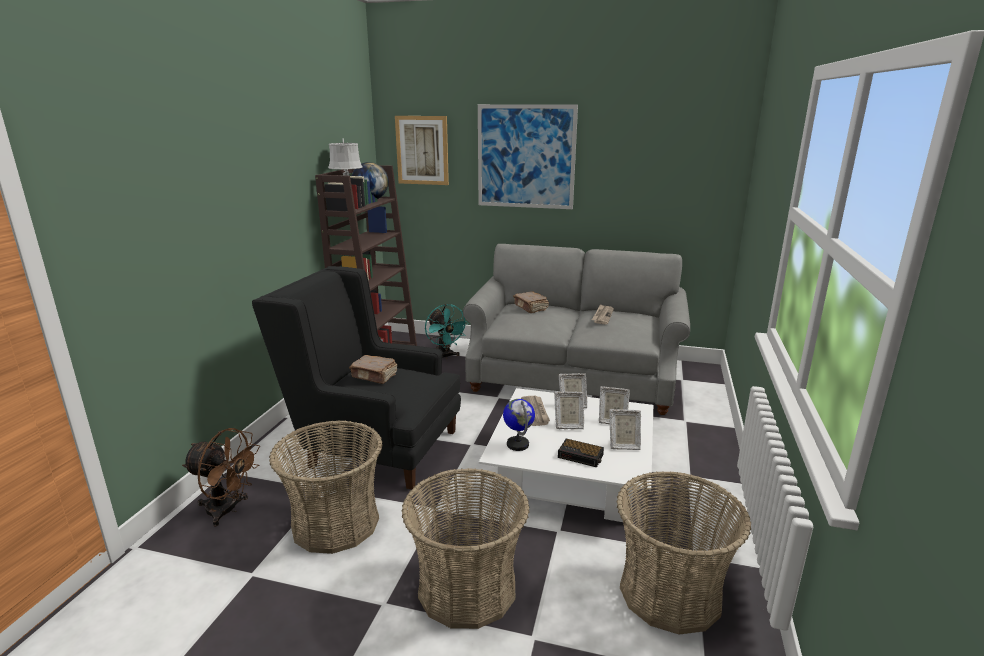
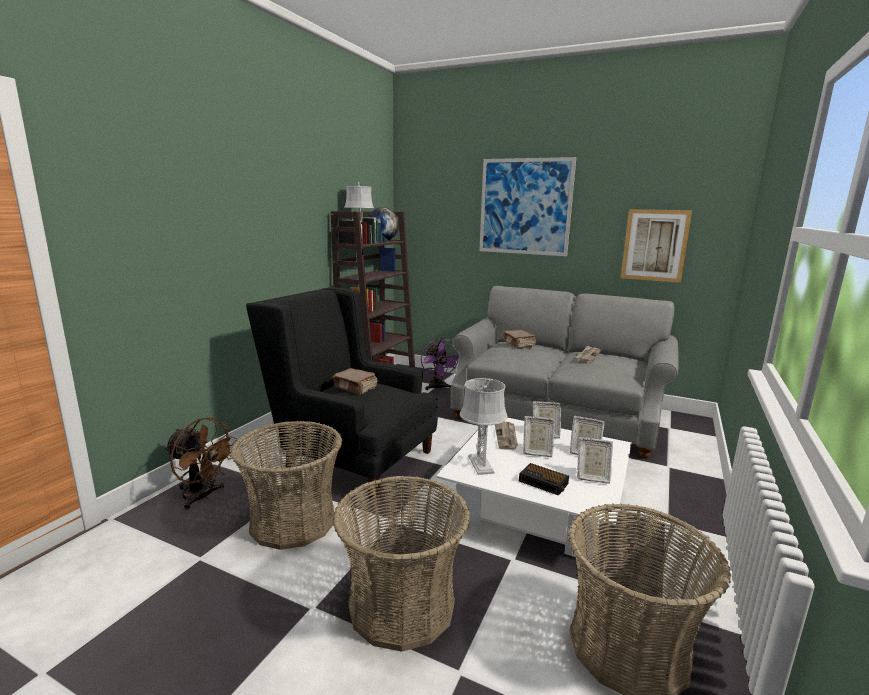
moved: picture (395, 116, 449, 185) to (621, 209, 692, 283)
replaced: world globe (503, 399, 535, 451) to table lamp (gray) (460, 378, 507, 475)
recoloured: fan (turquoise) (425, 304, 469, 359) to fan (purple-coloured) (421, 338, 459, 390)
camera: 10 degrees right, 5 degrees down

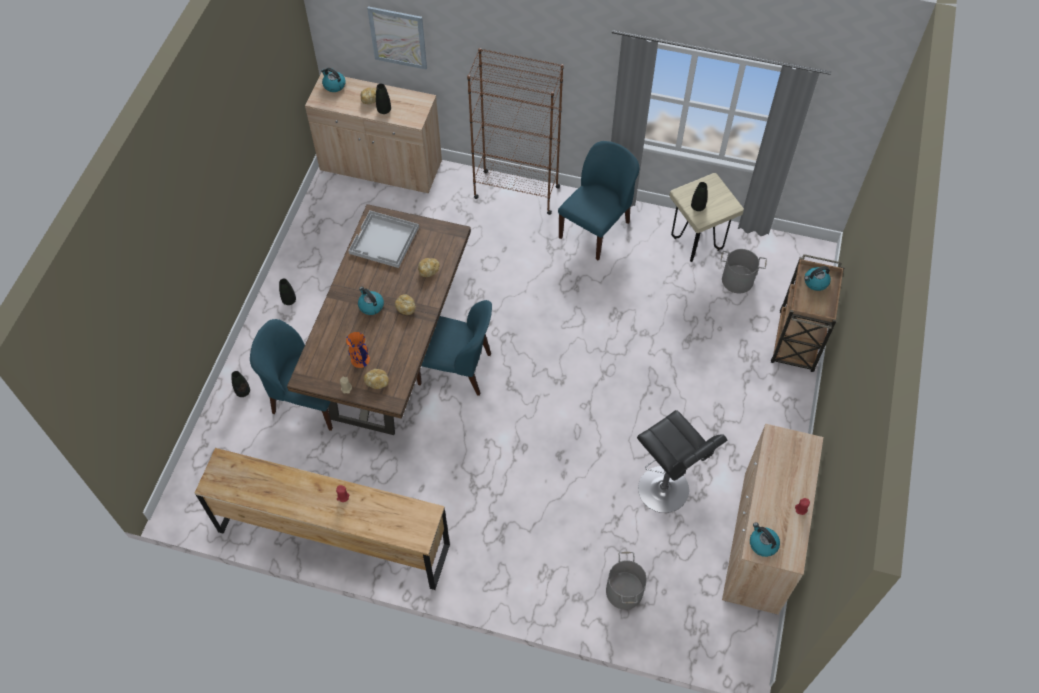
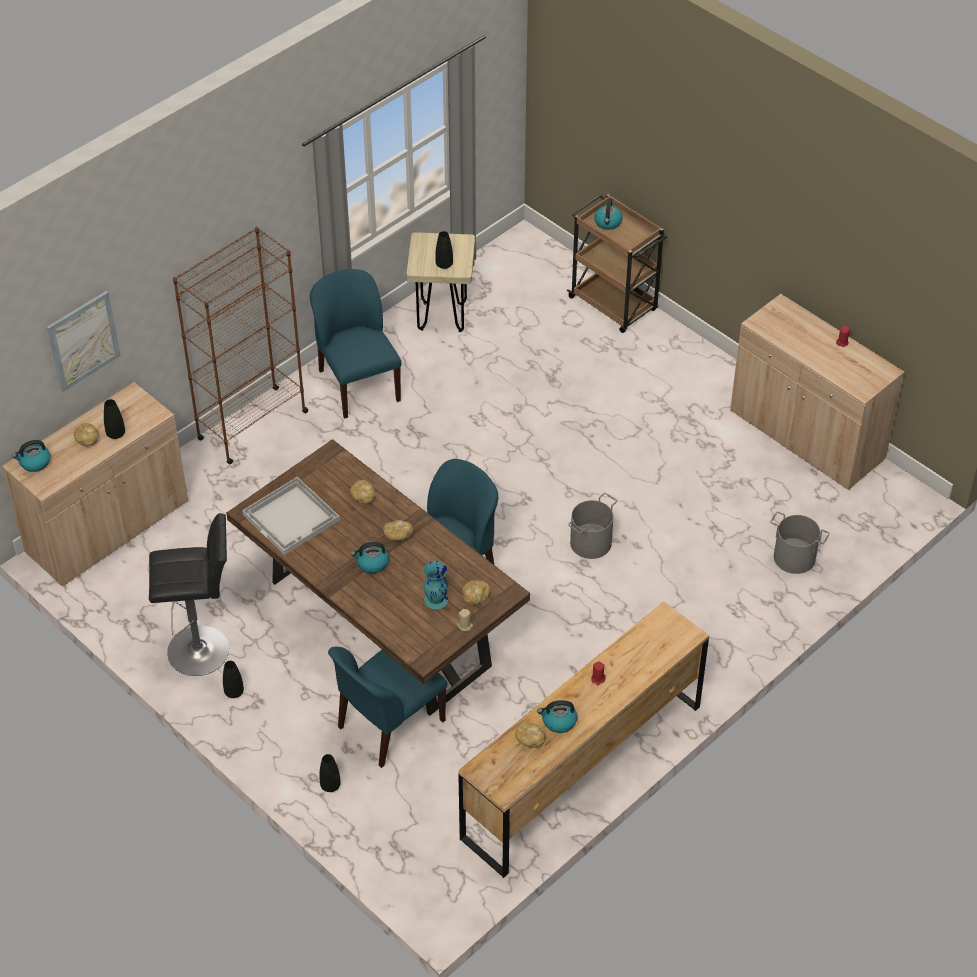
added: bakery bread (515, 721, 546, 748)
moved: sitting stool (blackish) (637, 410, 727, 513) to (149, 513, 229, 676); pail (gray) (721, 249, 767, 293) to (568, 493, 617, 559); water kettle (750, 522, 780, 557) to (537, 700, 577, 733)
recoloured: decorative vase (orange) (346, 332, 370, 368) to decorative vase (turquoise) (424, 561, 448, 609)
camera: 60 degrees left, 10 degrees down

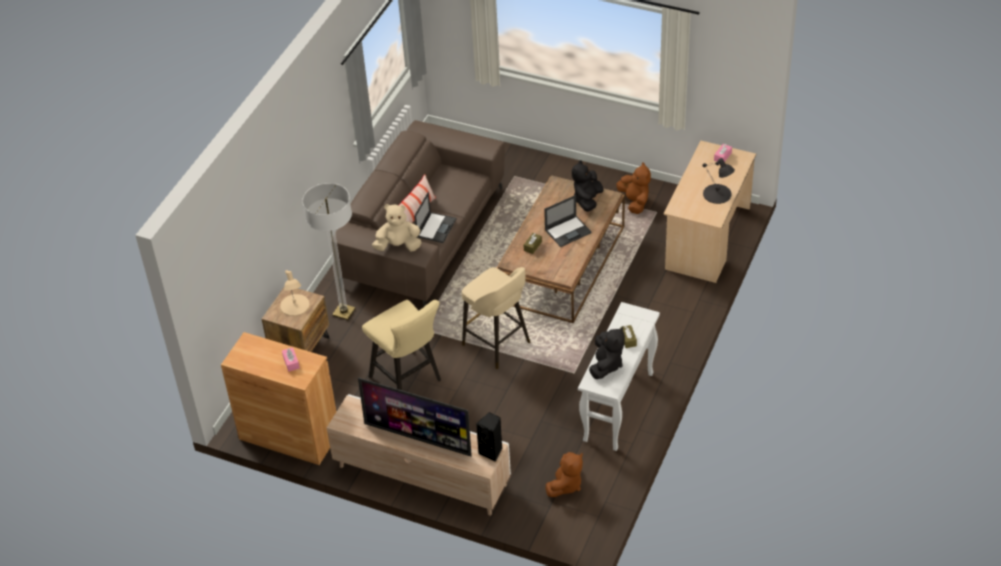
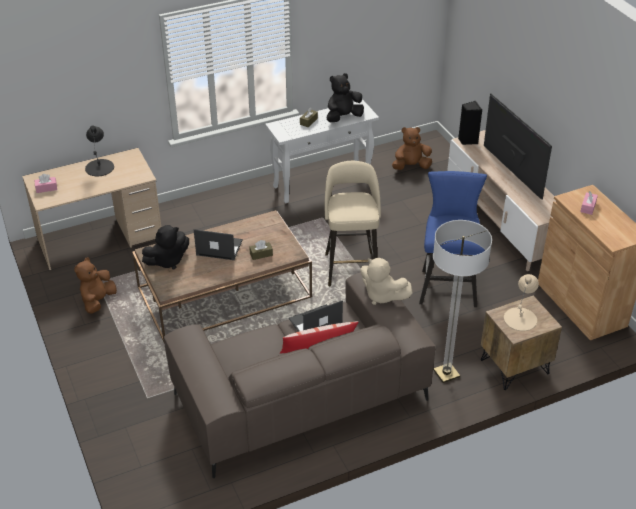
recoloured: sitting stool (beige) (362, 300, 441, 390) to sitting stool (blue-coloured) (419, 171, 487, 307)
camera: 140 degrees left, 5 degrees down

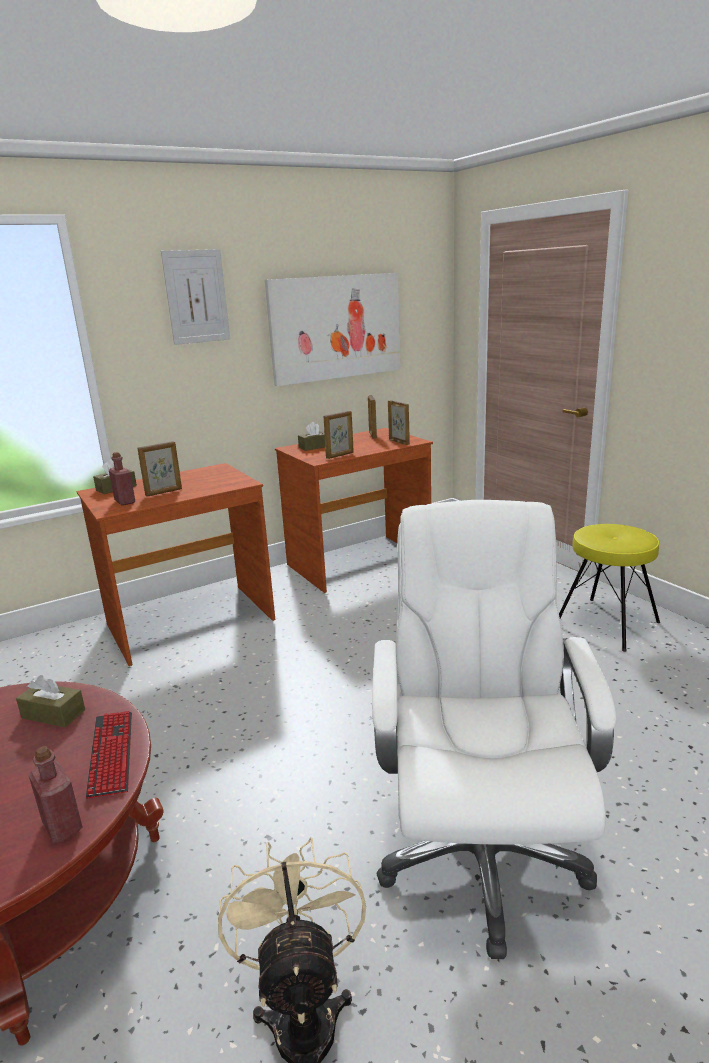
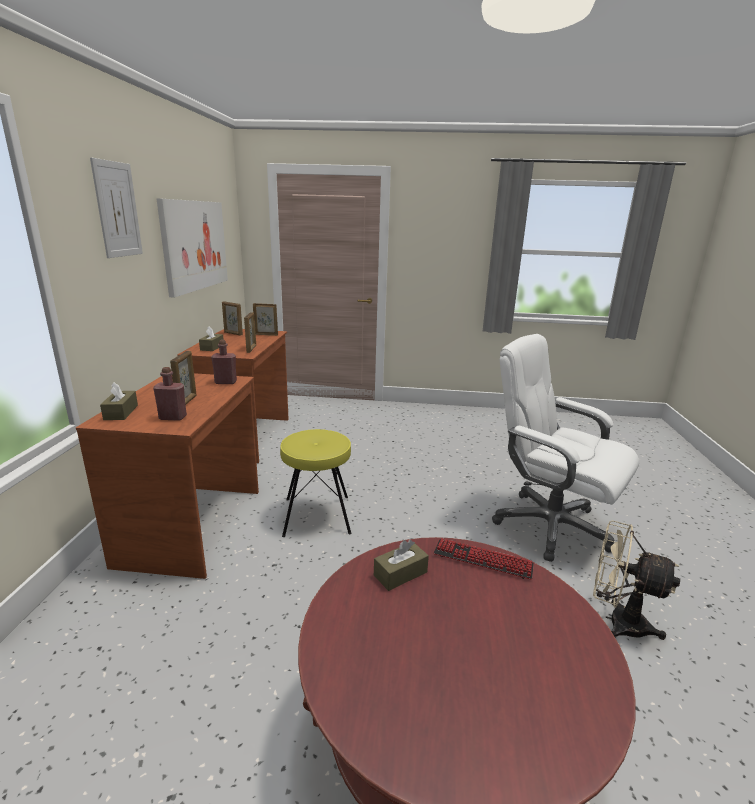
moved: beverage bottle (red) (29, 746, 83, 843) to (211, 340, 237, 384); sitting stool (yellow) (559, 524, 660, 652) to (280, 429, 351, 537)
camera: 55 degrees left, 0 degrees up

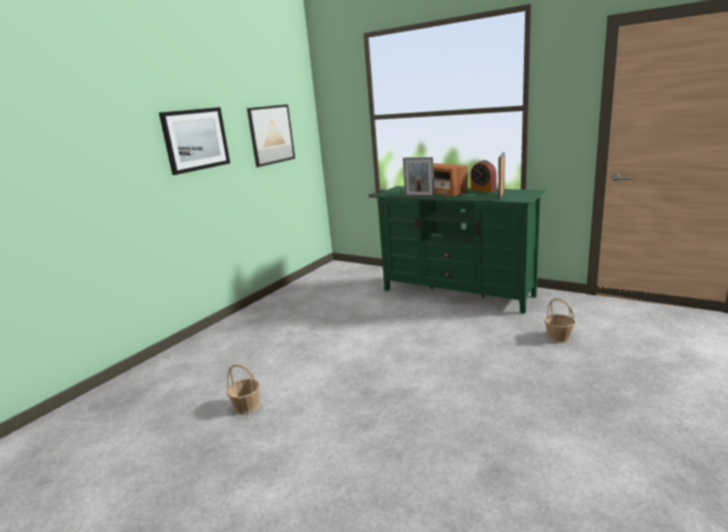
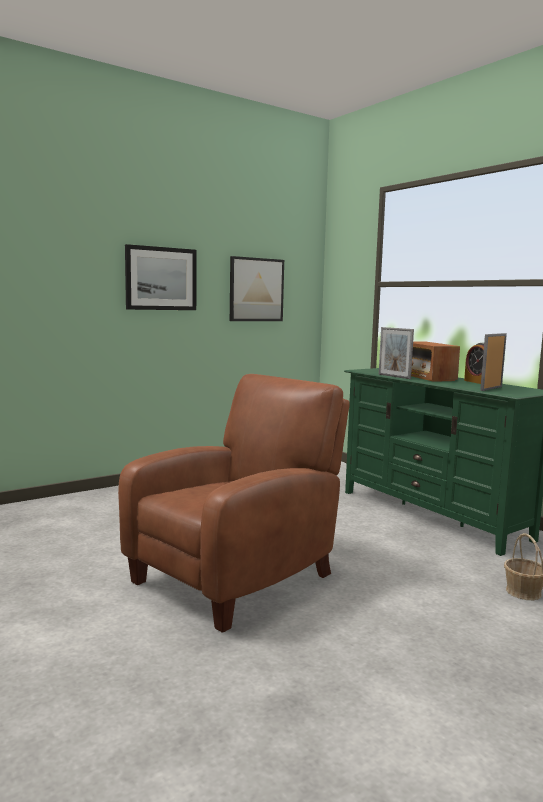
removed: basket (227, 364, 260, 415)
added: lounge chair (brown-coloured) (118, 374, 350, 633)
camera: 20 degrees right, 10 degrees down

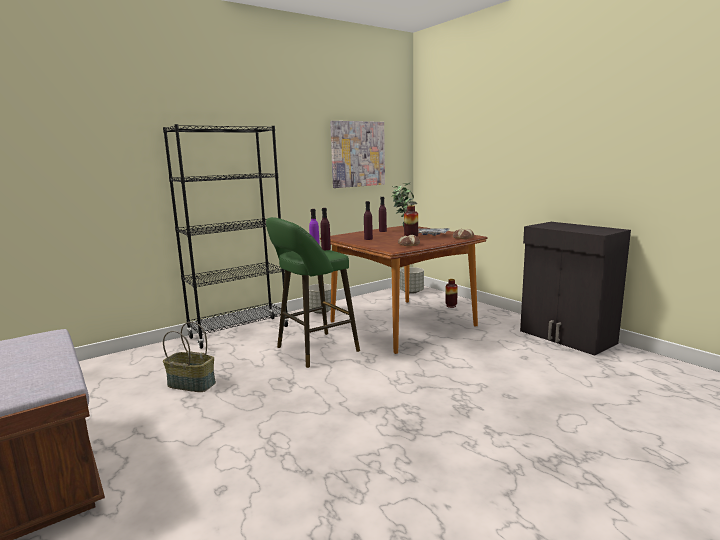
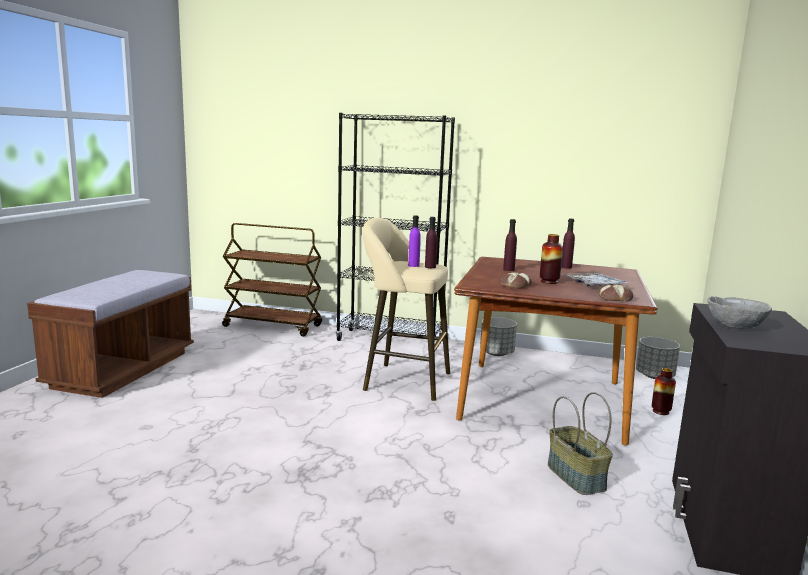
removed: picture (330, 121, 385, 188); houseplant (391, 183, 417, 227)
added: trolley (brown-coloured) (222, 223, 322, 336); serving bowl (gray) (708, 296, 772, 329)
moved: basket (163, 322, 216, 392) to (548, 392, 613, 495)
recoloured: sitting stool (greenish) (266, 217, 360, 368) to sitting stool (beige) (363, 218, 450, 401)
camera: 50 degrees right, 0 degrees up

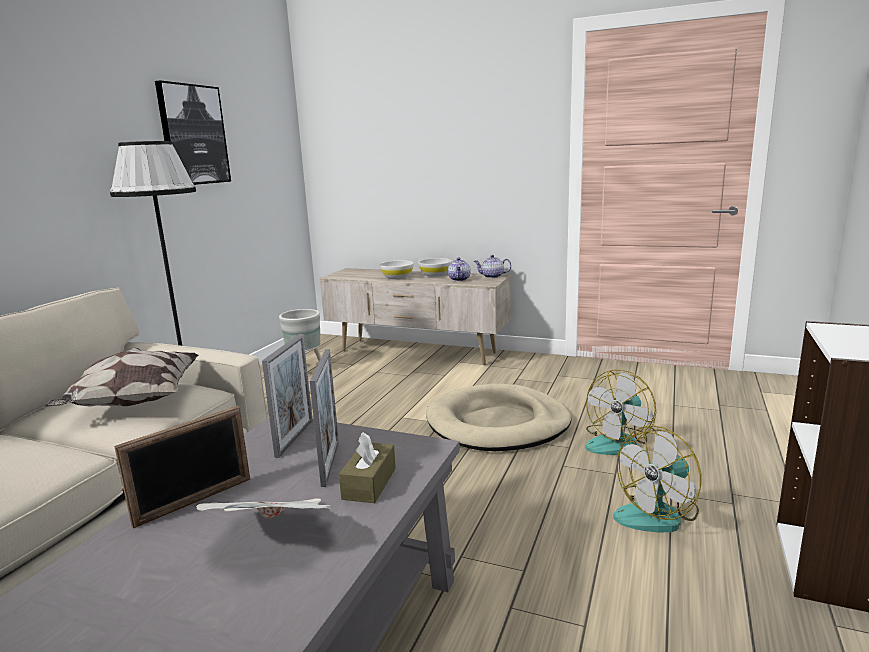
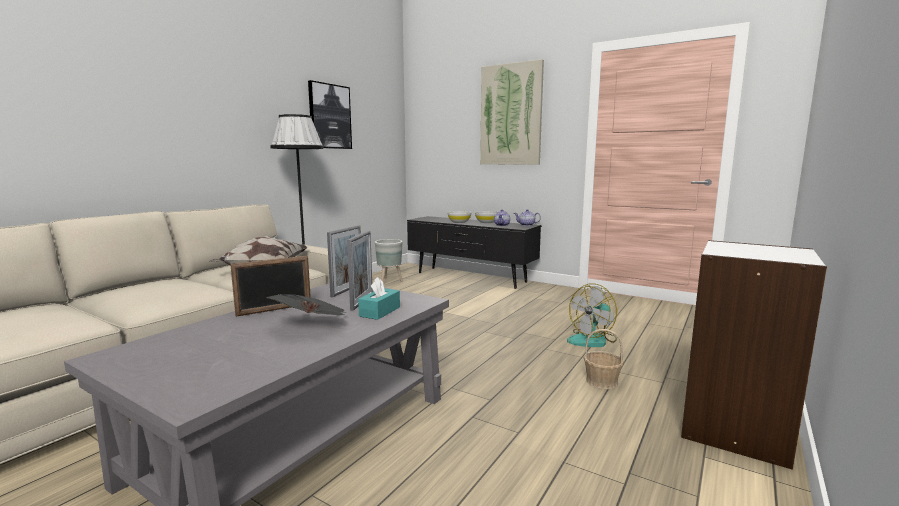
removed: dog bed (beige) (426, 384, 571, 451)
added: picture (480, 59, 544, 165)
replaced: fan (613, 425, 701, 533) to basket (583, 329, 624, 389)
recoloured: tv stand (beige) (320, 268, 512, 365) to tv stand (blackish) (407, 216, 542, 289); box of tissues (brown-coloured) (339, 432, 396, 503) to box of tissues (turquoise) (358, 277, 400, 320)
camera: 10 degrees right, 5 degrees down

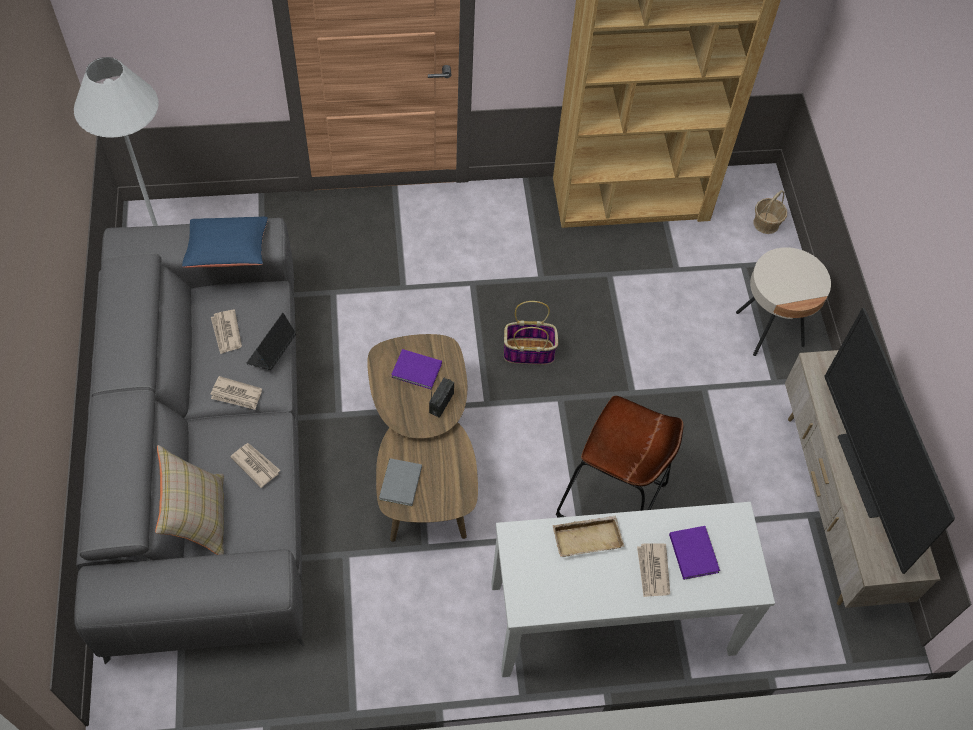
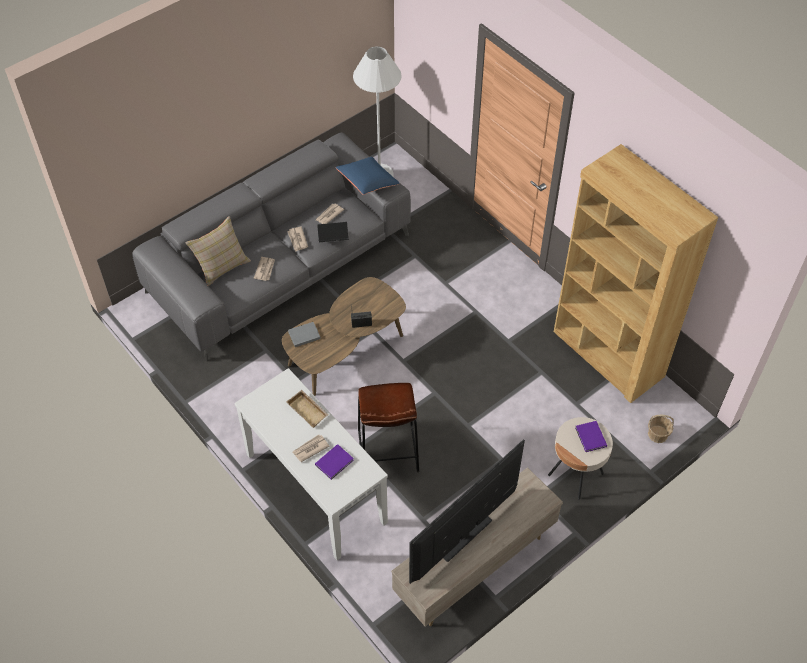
removed: basket (504, 301, 558, 365)
moved: volume (purple-coloured) (391, 349, 442, 389) to (575, 421, 607, 452)
camera: 60 degrees right, 5 degrees down

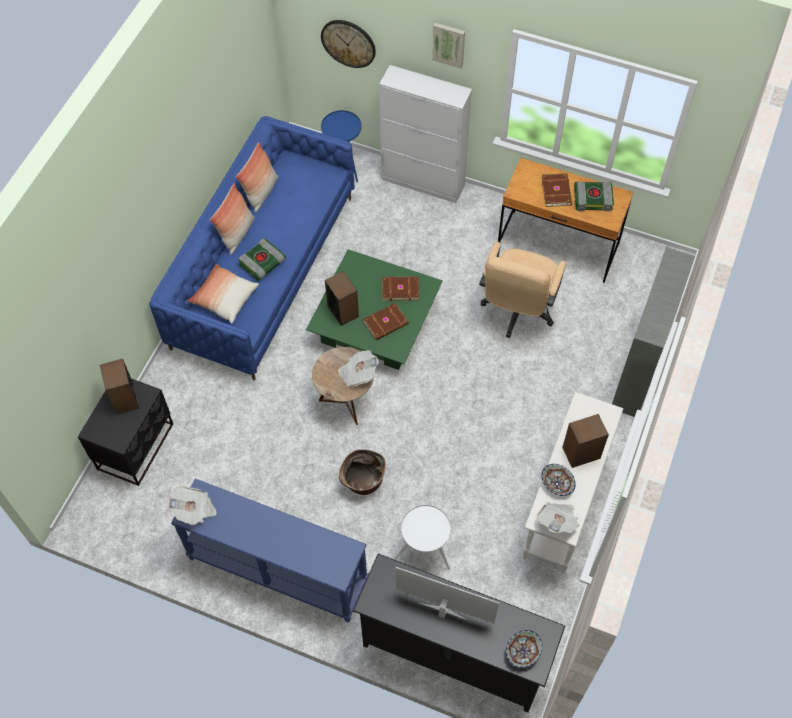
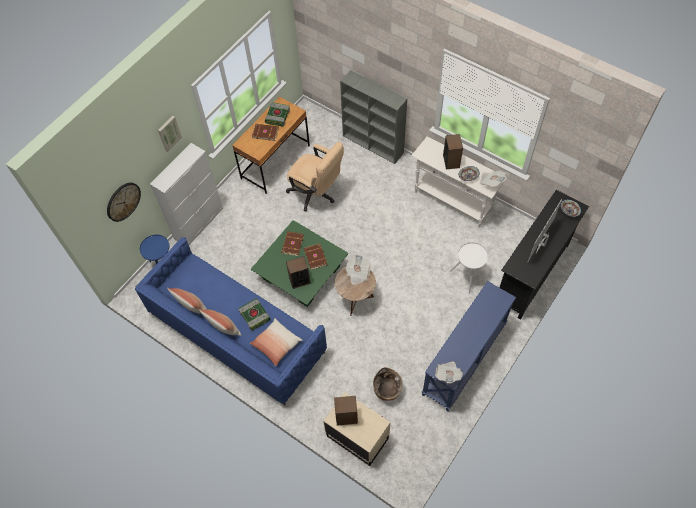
moved: basket (339, 449, 386, 495) to (373, 367, 403, 401)
recoloured: nightstand (blackish) (78, 378, 173, 486) to nightstand (beige) (323, 392, 390, 466)
camera: 75 degrees left, 0 degrees up

